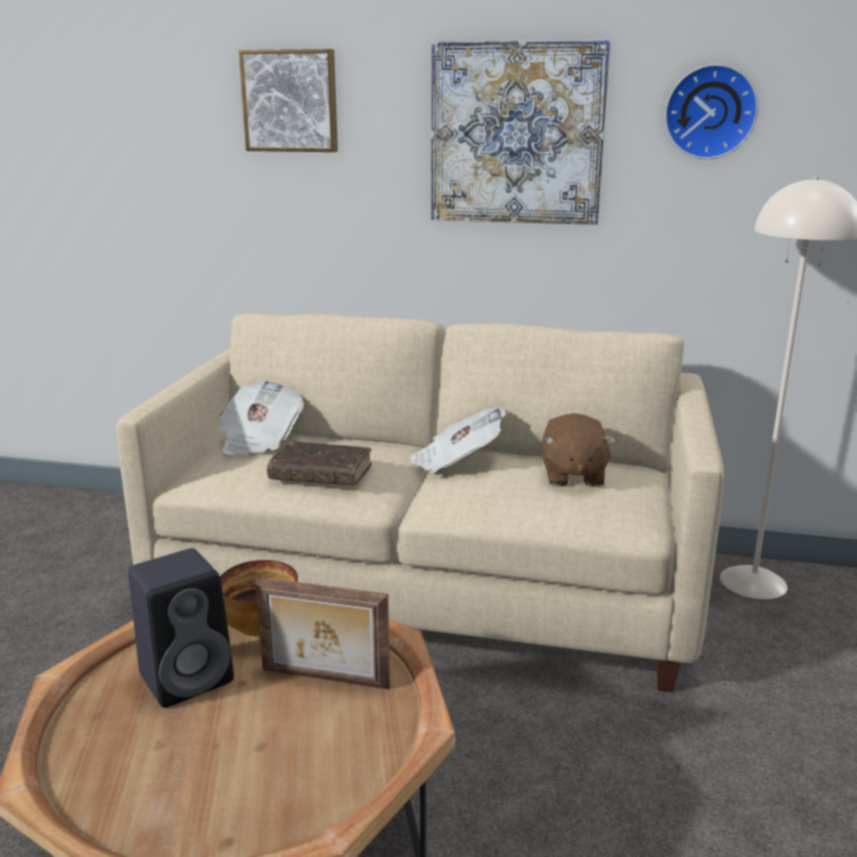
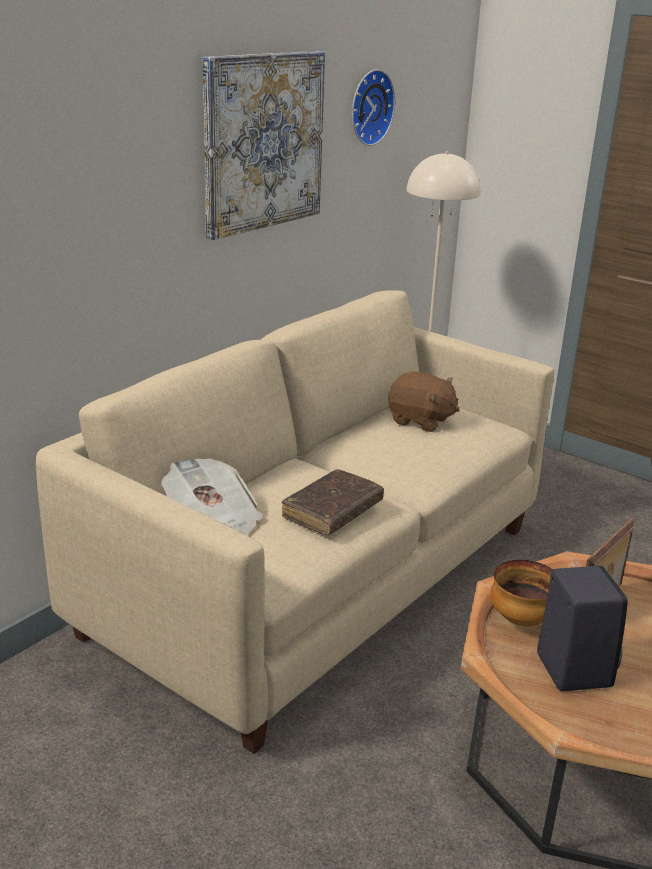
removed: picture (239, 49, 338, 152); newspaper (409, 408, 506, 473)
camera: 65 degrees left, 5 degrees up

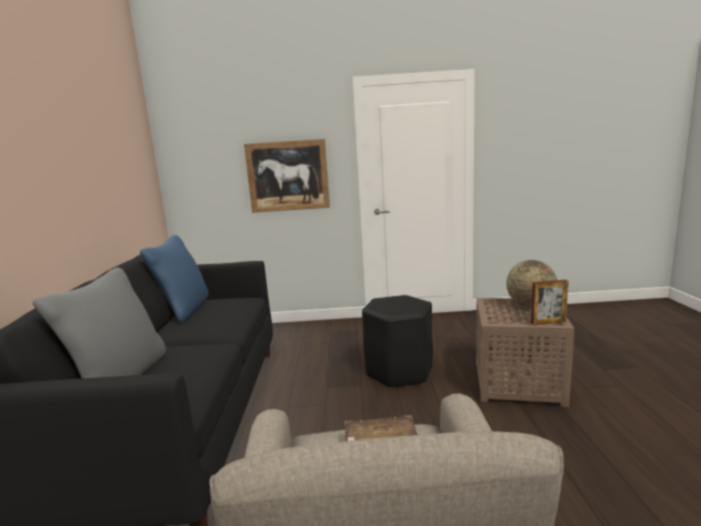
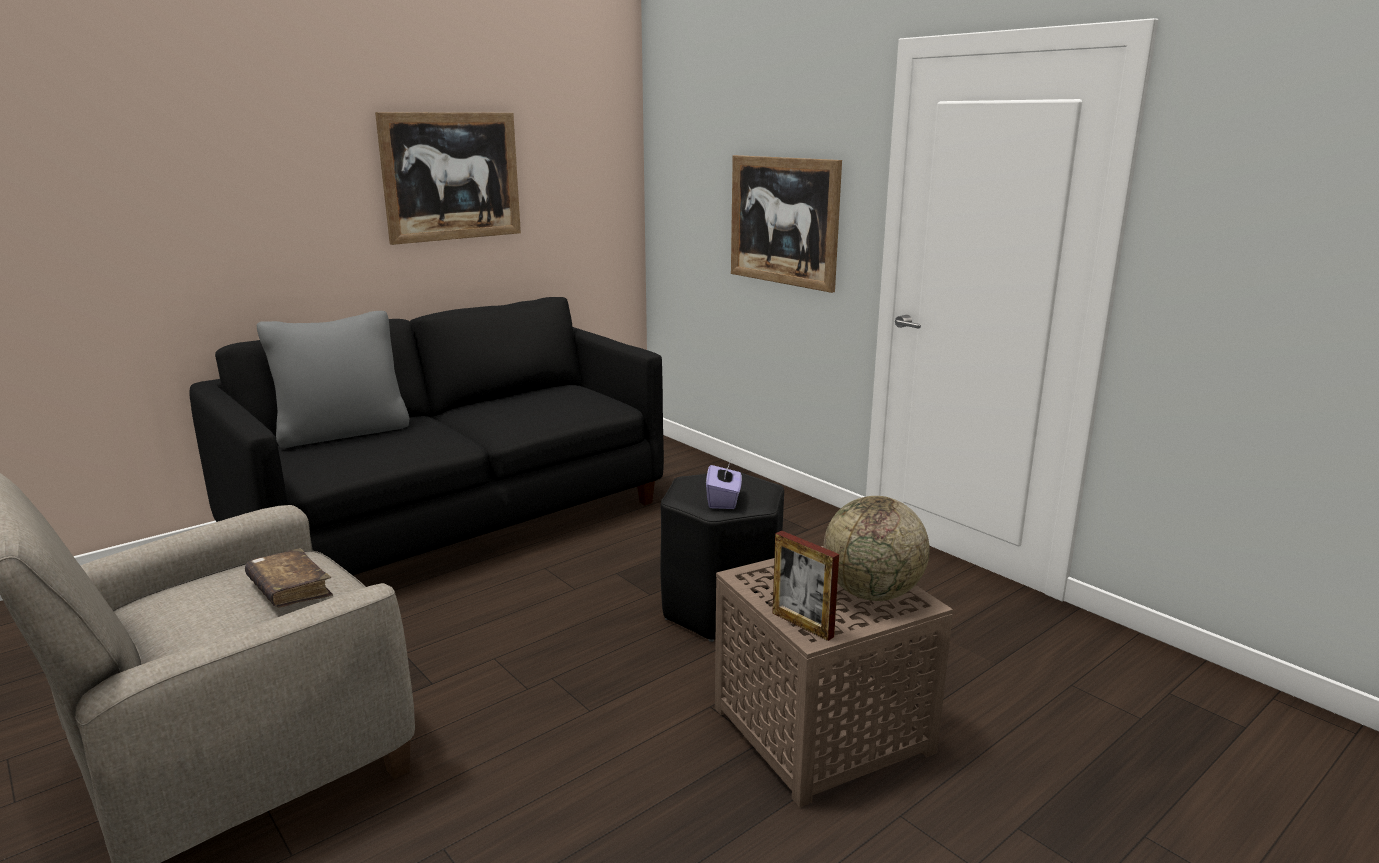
removed: throw pillow (blue-coloured) (140, 235, 209, 323)
added: picture (375, 112, 521, 245); box of tissues (purple-coloured) (706, 463, 742, 509)
camera: 50 degrees right, 5 degrees up

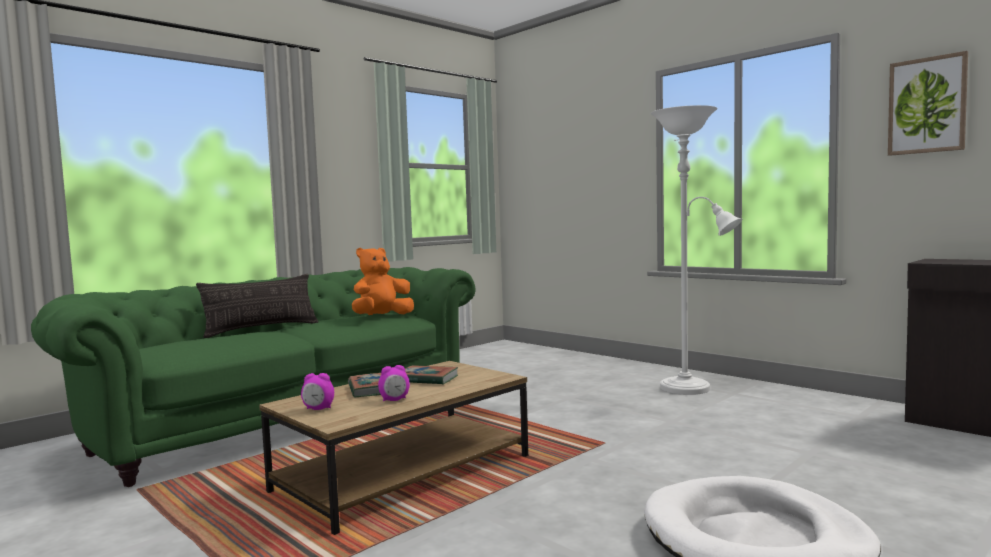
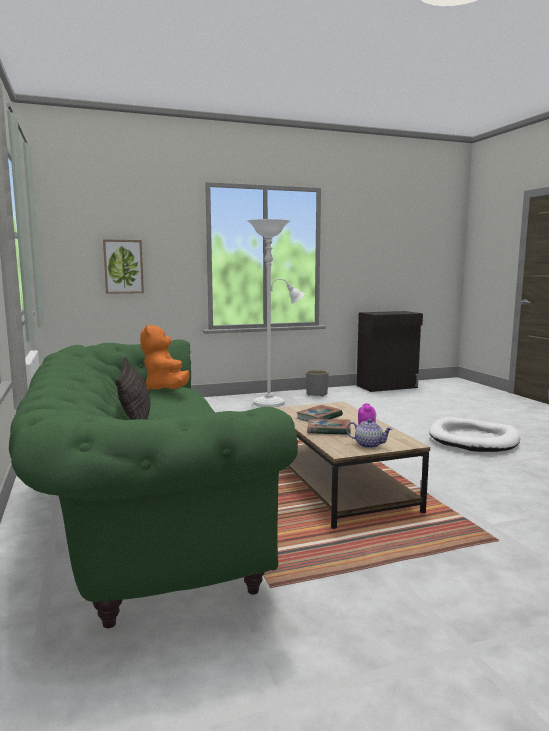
added: flower pot (gray) (306, 370, 329, 397)
moved: picture (888, 51, 968, 156) to (103, 239, 144, 294)
replaced: bedside clock (301, 373, 334, 410) to teapot (346, 419, 393, 448)
camera: 65 degrees left, 5 degrees up

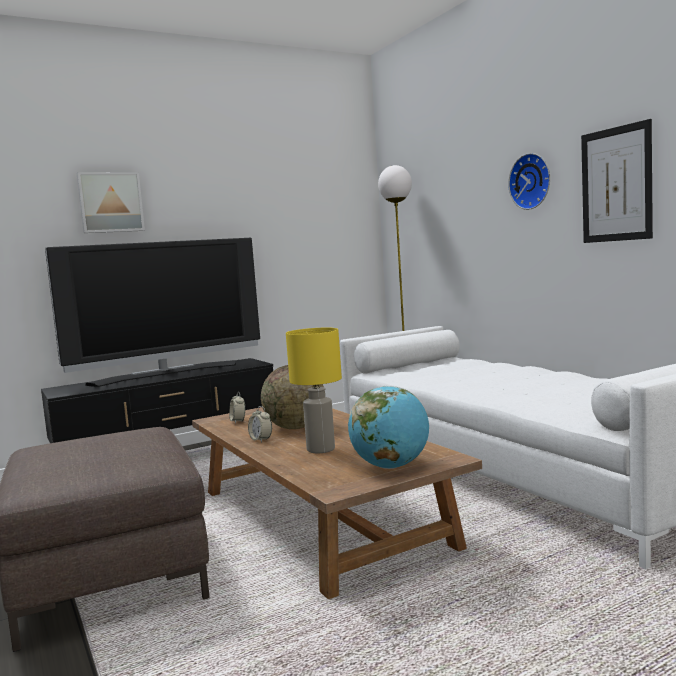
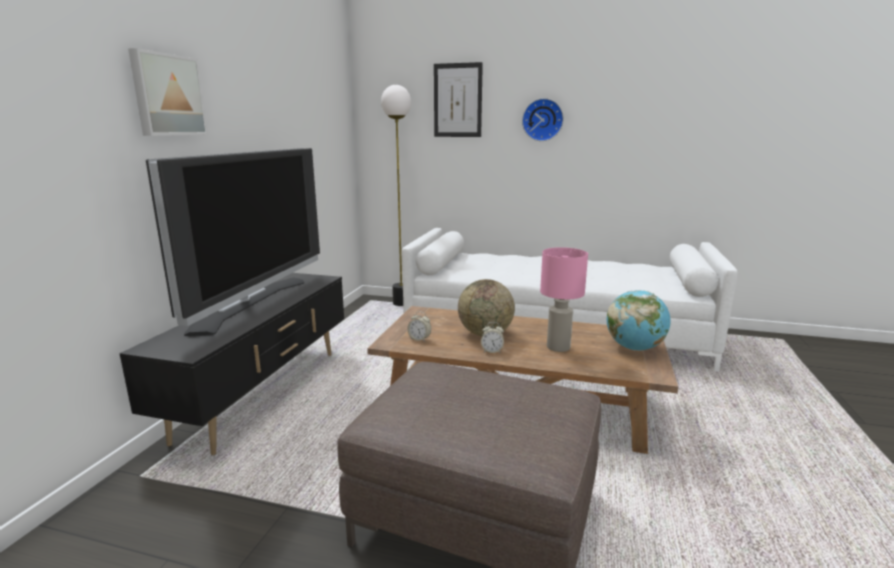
moved: picture (581, 119, 653, 243) to (434, 62, 483, 137)
recoloured: table lamp (yellow) (286, 328, 342, 453) to table lamp (pink-coloured) (540, 247, 588, 352)
camera: 45 degrees left, 10 degrees up

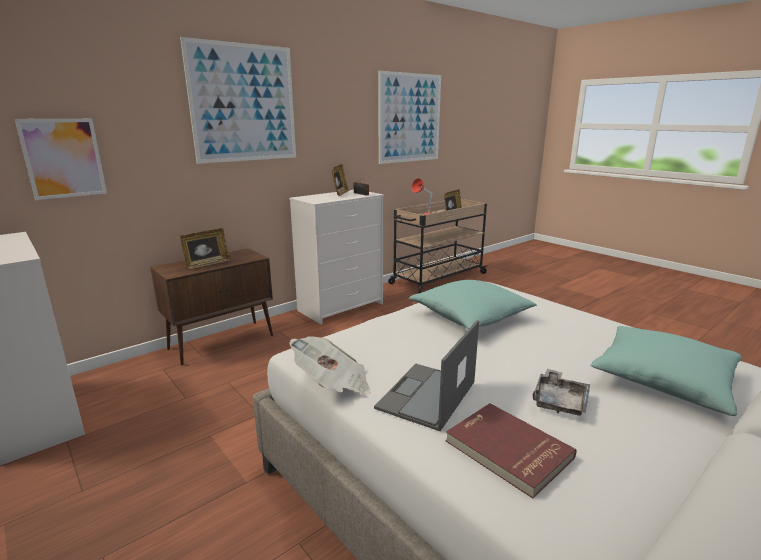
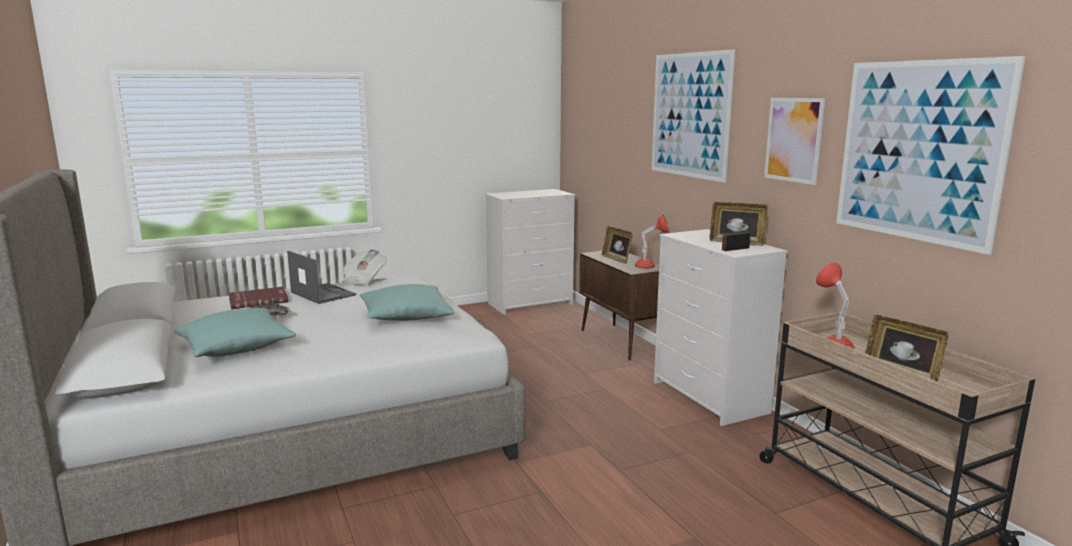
added: table lamp (red) (635, 214, 669, 269)
moved: picture (15, 119, 107, 200) to (764, 98, 825, 185)
camera: 105 degrees right, 5 degrees down

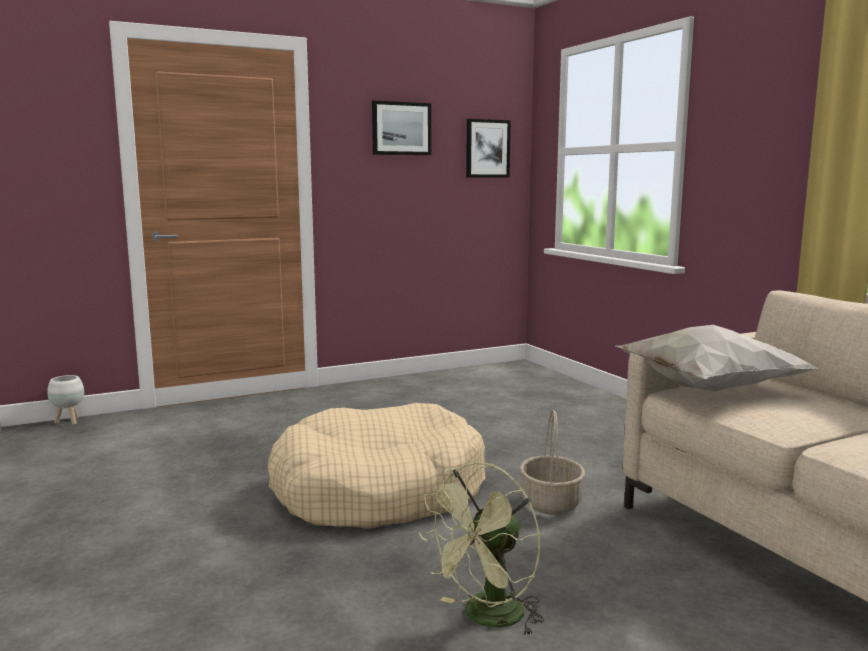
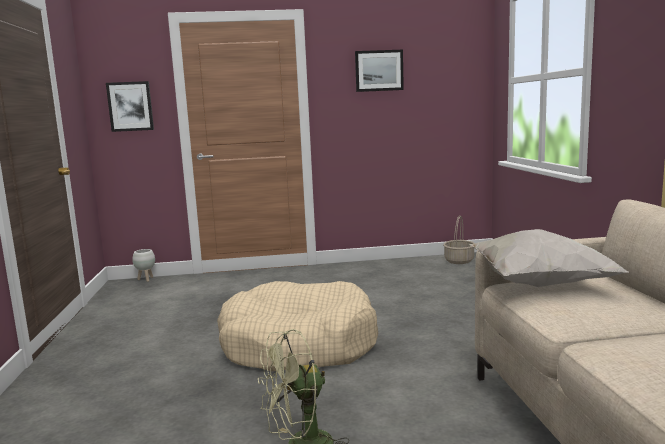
moved: picture (466, 119, 511, 177) to (106, 81, 154, 132); basket (519, 410, 585, 515) to (443, 215, 474, 264)
camera: 20 degrees right, 0 degrees up

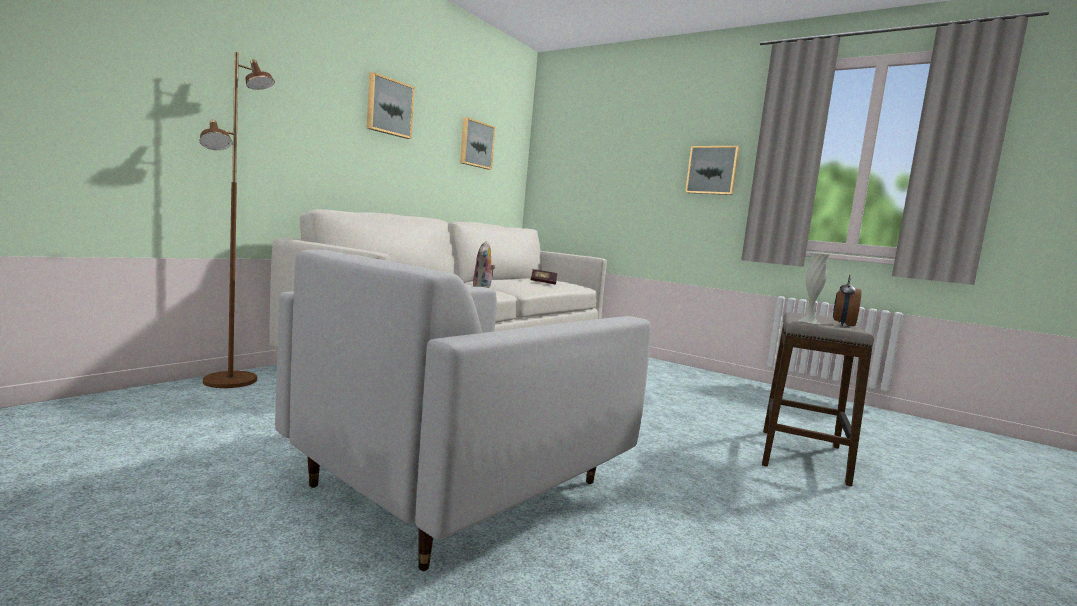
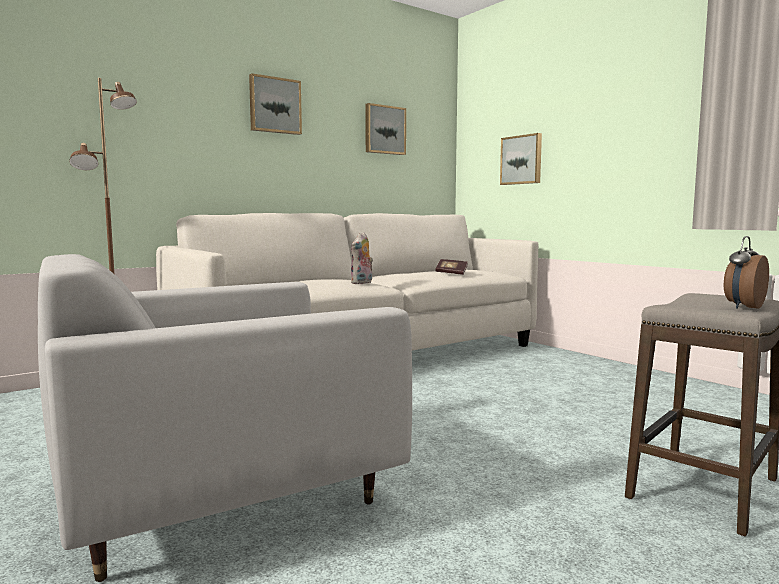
removed: decorative vase (whitish) (798, 253, 829, 324)
moved: picture (685, 146, 740, 195) to (500, 133, 542, 185)
camera: 20 degrees right, 0 degrees up

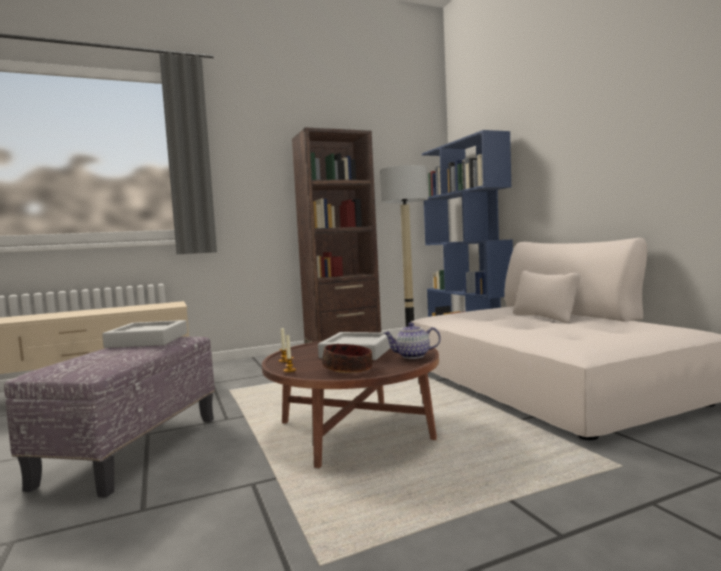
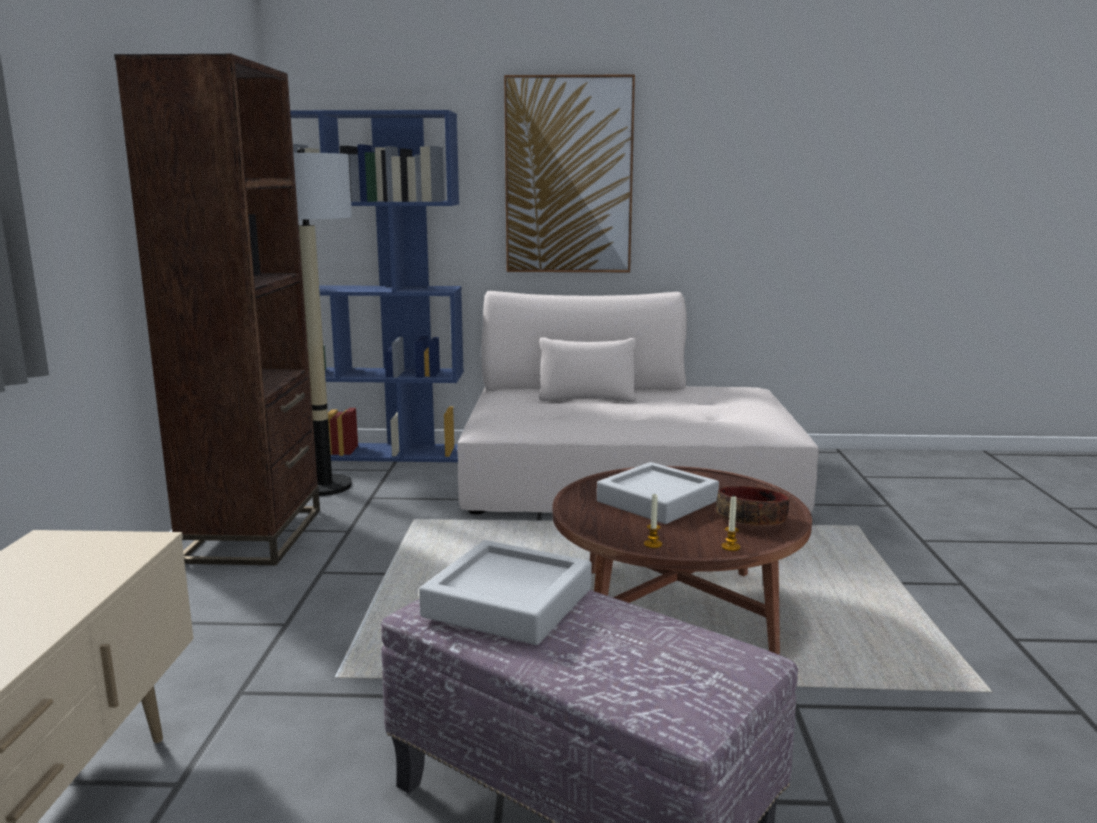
removed: teapot (383, 322, 441, 359)
added: picture (504, 74, 635, 272)
camera: 65 degrees left, 10 degrees up

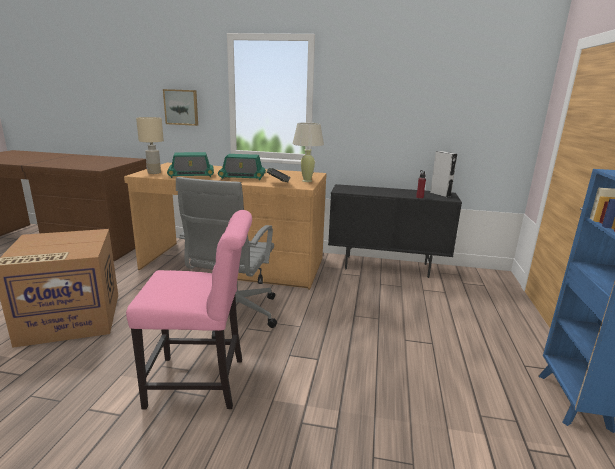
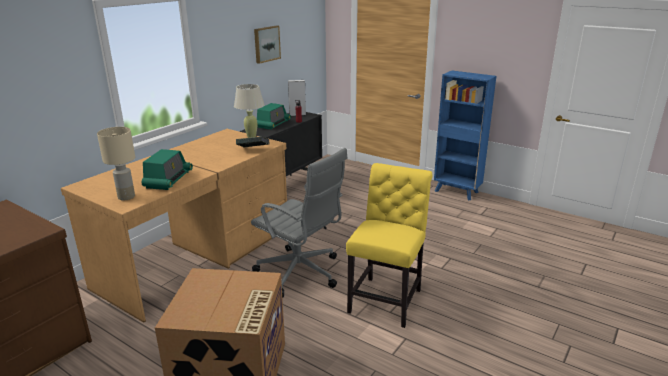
moved: picture (163, 89, 198, 126) to (254, 25, 281, 64); radio (218, 154, 266, 180) to (257, 103, 291, 130)
recoloured: chair (pink-coloured) (126, 210, 252, 410) to chair (yellow) (346, 163, 433, 328)
camera: 65 degrees left, 5 degrees up

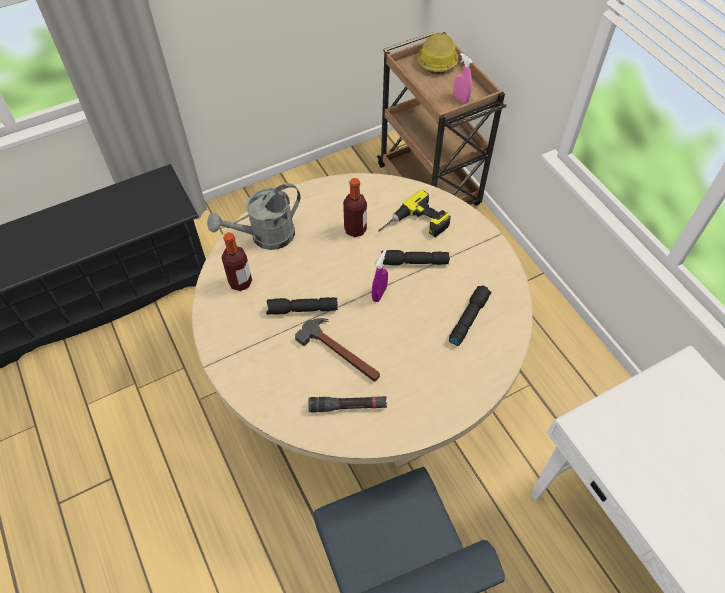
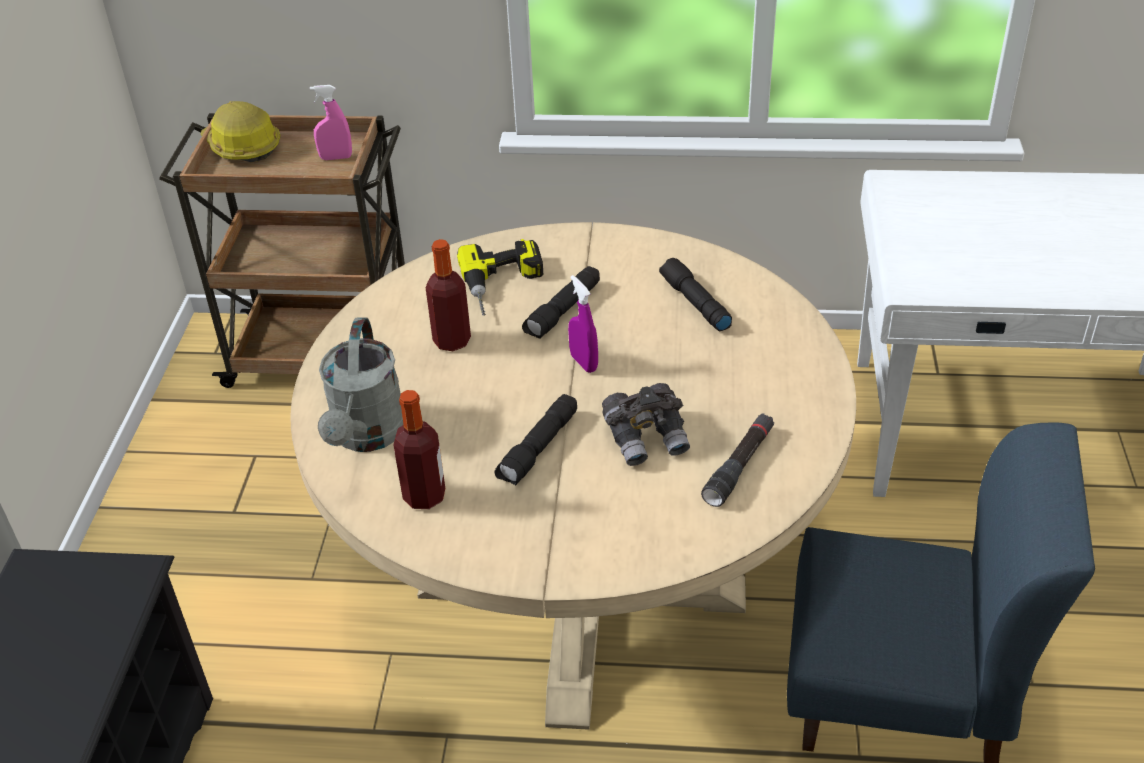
replaced: tool hammer (295, 318, 380, 381) to field glasses (gray) (602, 383, 690, 466)
camera: 55 degrees left, 15 degrees down

